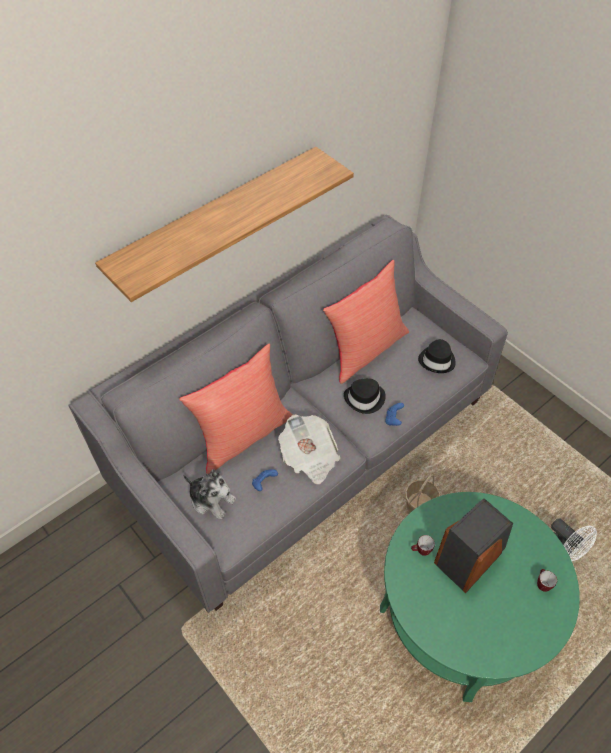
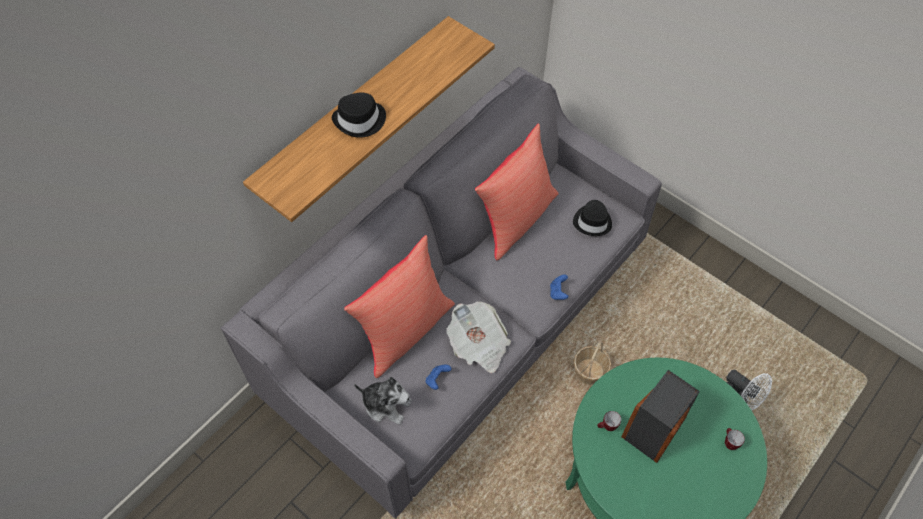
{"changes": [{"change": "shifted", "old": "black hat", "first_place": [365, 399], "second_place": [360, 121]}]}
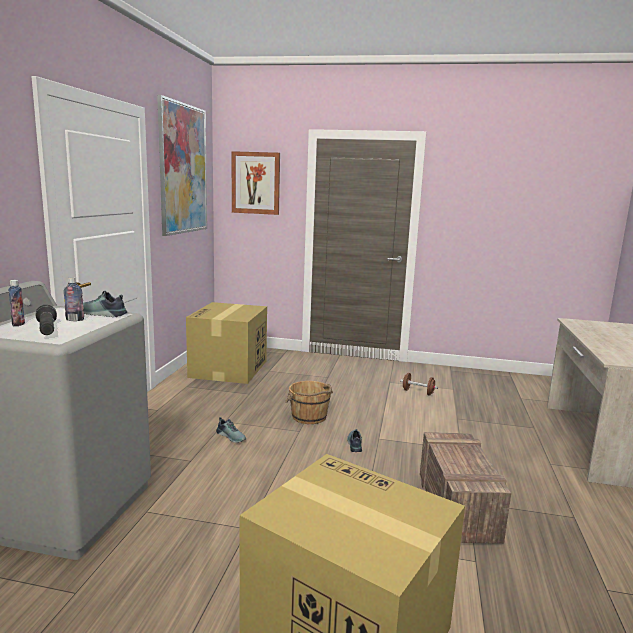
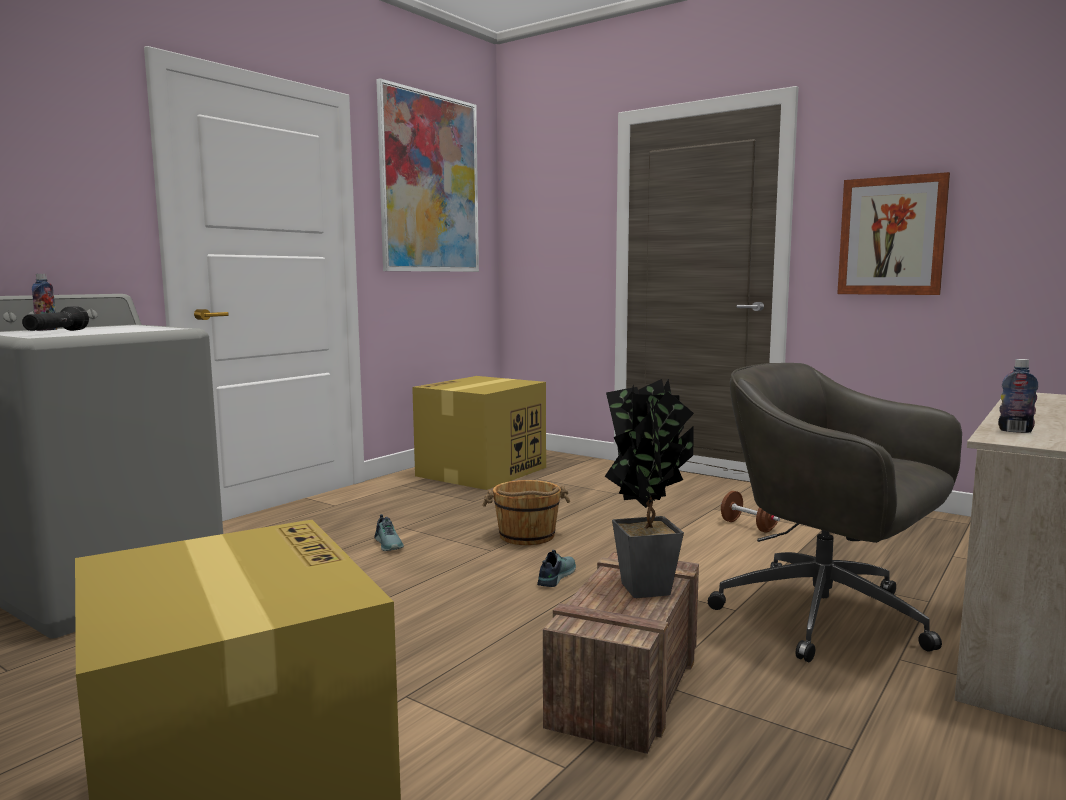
{"changes": [{"change": "new", "new": "potted plant", "second_place": [647, 585]}, {"change": "new", "new": "grey office chair", "second_place": [828, 617]}, {"change": "shifted", "old": "picture", "first_place": [256, 183], "second_place": [891, 236]}, {"change": "shifted", "old": "bottle", "first_place": [75, 320], "second_place": [1015, 431]}, {"change": "gone", "old": "shoe", "first_place": [101, 314]}]}
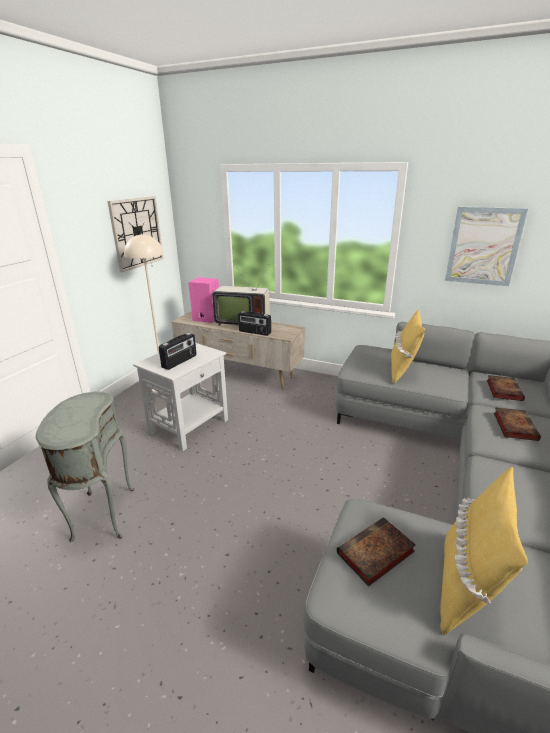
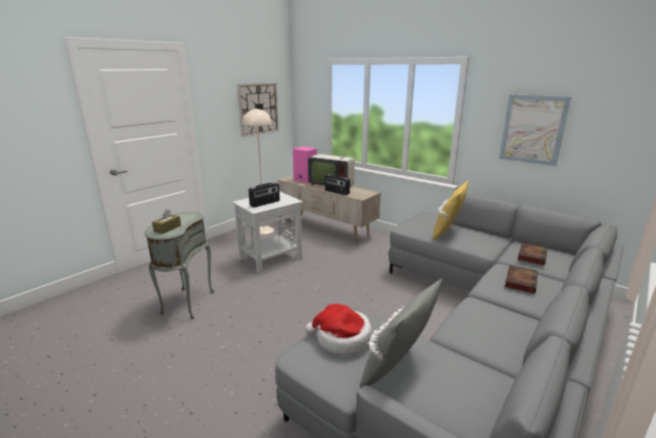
{"changes": [{"change": "new", "new": "brown tissue box", "second_place": [167, 228]}, {"change": "swapped", "old": "book", "new": "hat", "first_place": [374, 554], "second_place": [342, 339]}, {"change": "repainted", "old": "yellow pillow", "new": "grey pillow", "first_place": [466, 586], "second_place": [398, 369]}]}
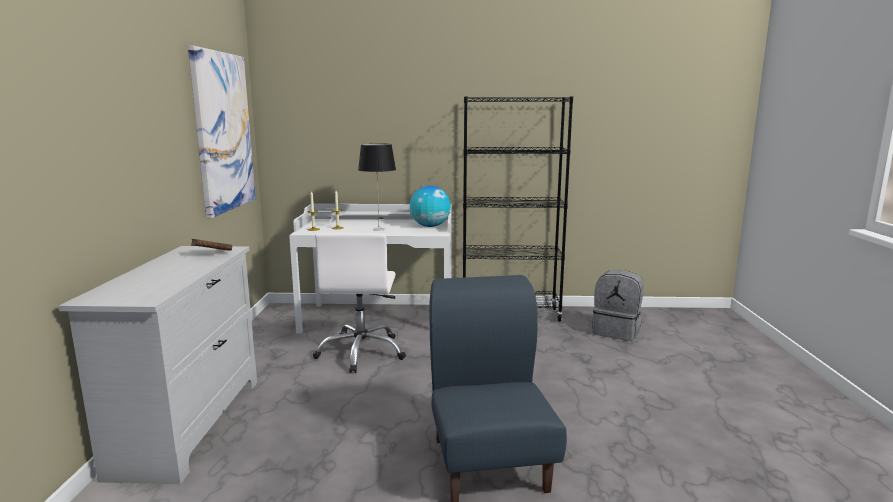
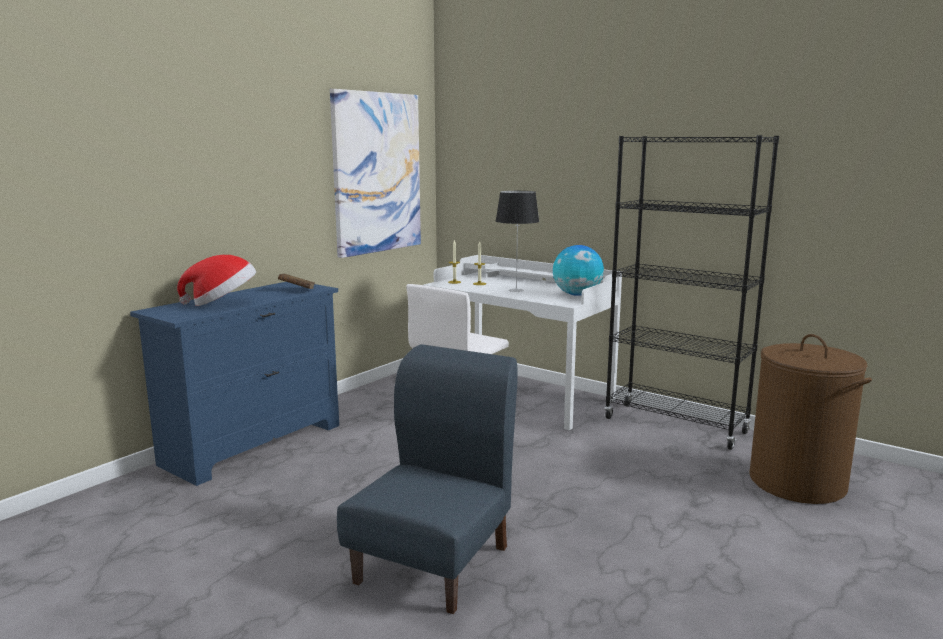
{"changes": [{"change": "repainted", "old": "white dresser", "new": "blue dresser", "first_place": [190, 424], "second_place": [254, 444]}, {"change": "new", "new": "hat", "second_place": [222, 303]}, {"change": "swapped", "old": "grey backpack", "new": "brown laundry basket", "first_place": [616, 331], "second_place": [797, 482]}]}
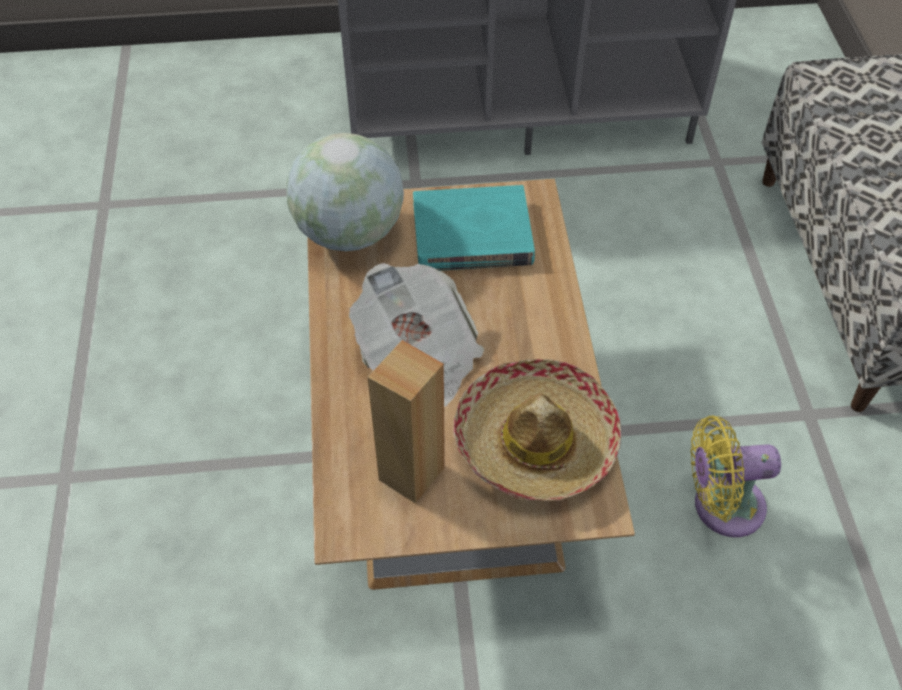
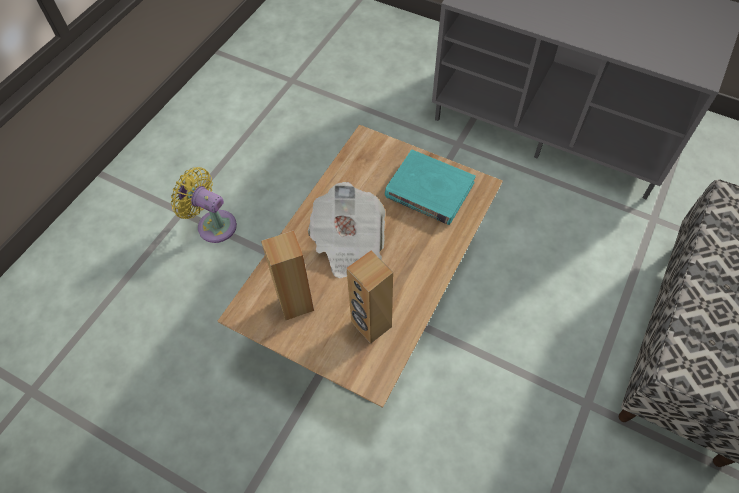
{"changes": [{"change": "shifted", "old": "yellow fan", "first_place": [721, 506], "second_place": [213, 224]}, {"change": "swapped", "old": "hat", "new": "brown speaker", "first_place": [535, 441], "second_place": [371, 325]}, {"change": "gone", "old": "globe", "first_place": [349, 232]}]}
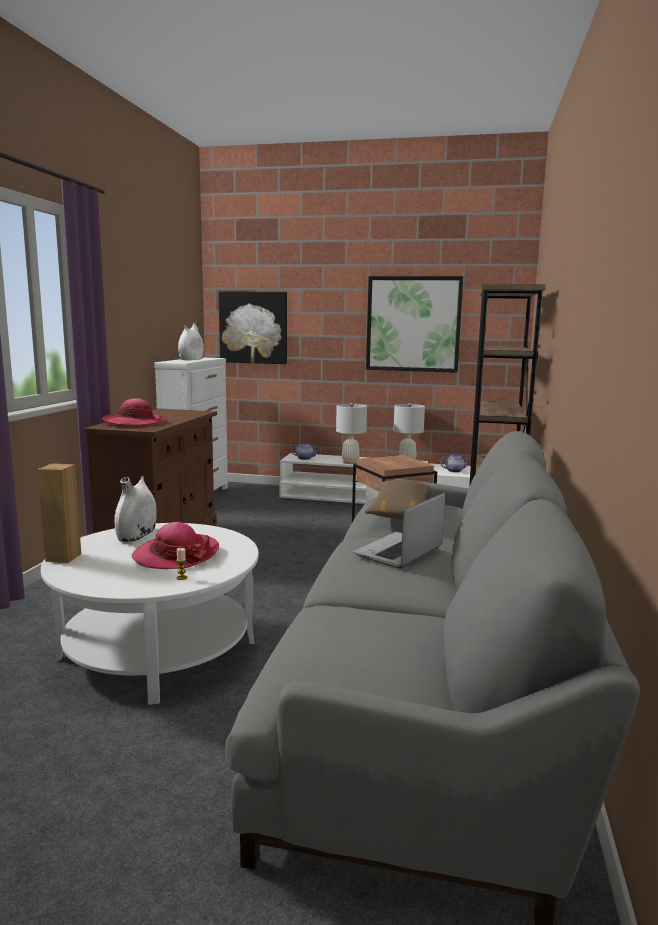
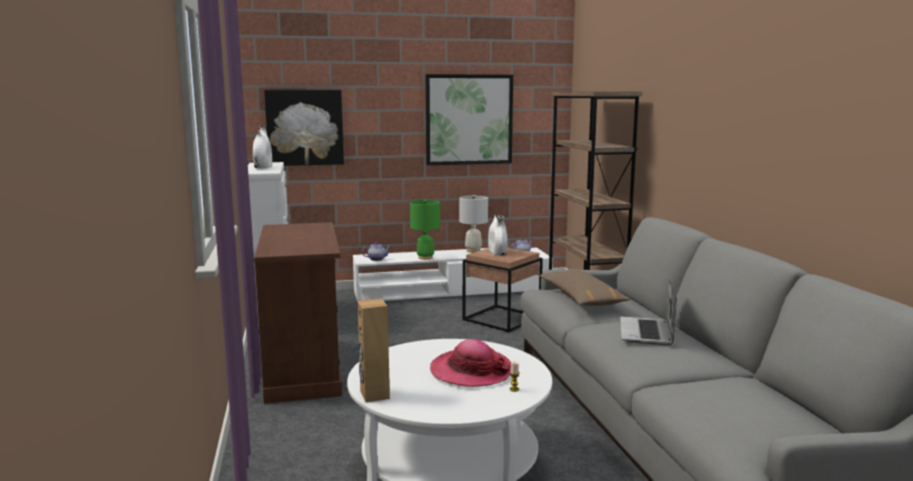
{"changes": [{"change": "repainted", "old": "white table lamp", "new": "green table lamp", "first_place": [350, 462], "second_place": [425, 258]}, {"change": "shifted", "old": "white vase", "first_place": [137, 535], "second_place": [497, 252]}, {"change": "gone", "old": "hat", "first_place": [135, 422]}]}
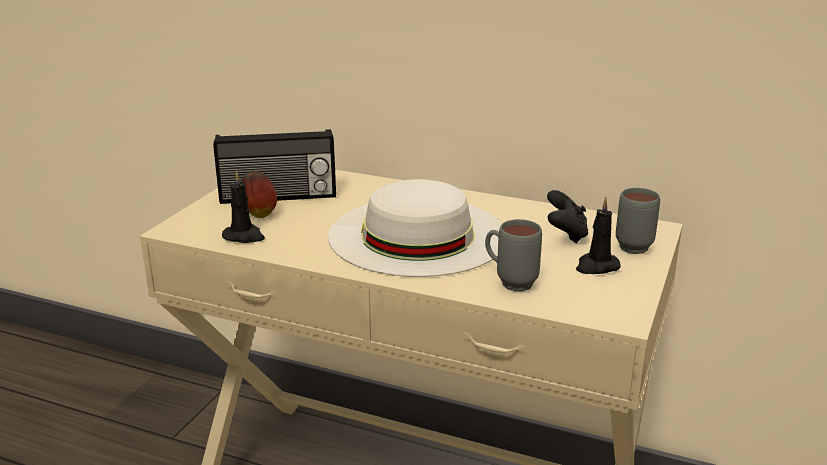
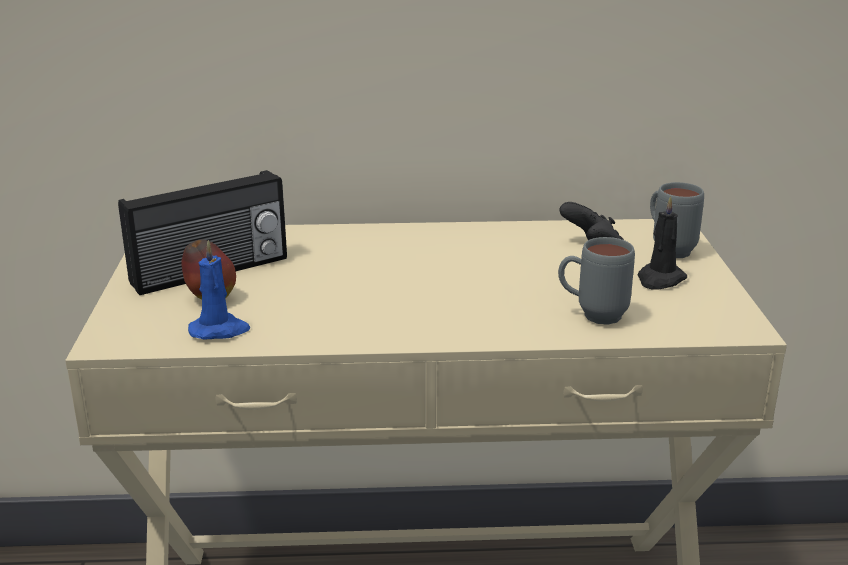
{"changes": [{"change": "repainted", "old": "black candle", "new": "blue candle", "first_place": [244, 236], "second_place": [219, 330]}, {"change": "gone", "old": "white hat", "first_place": [417, 235]}]}
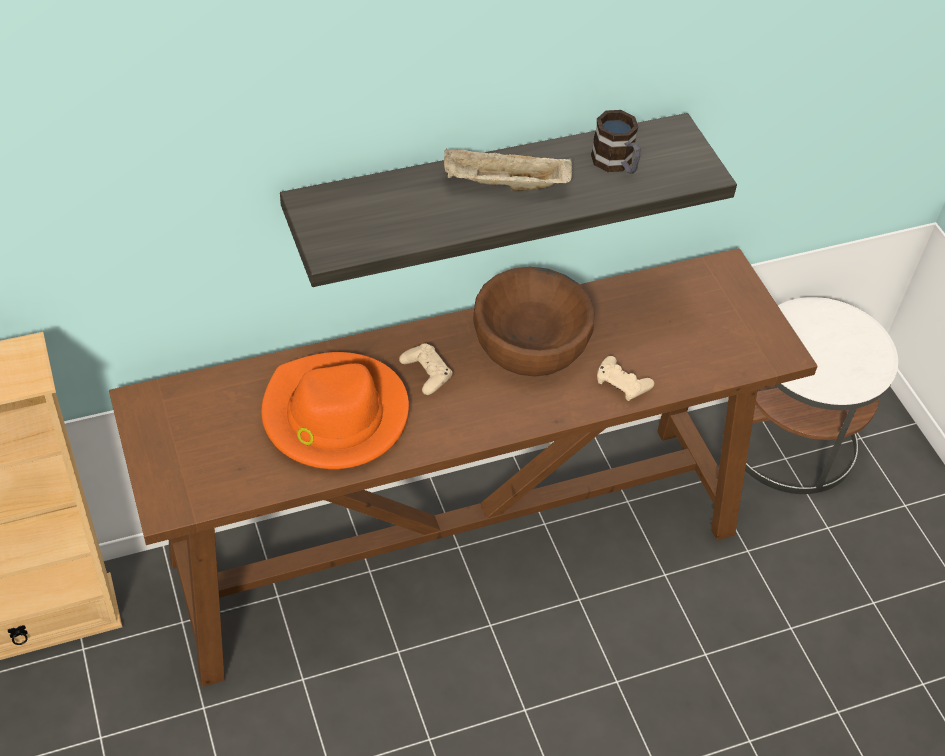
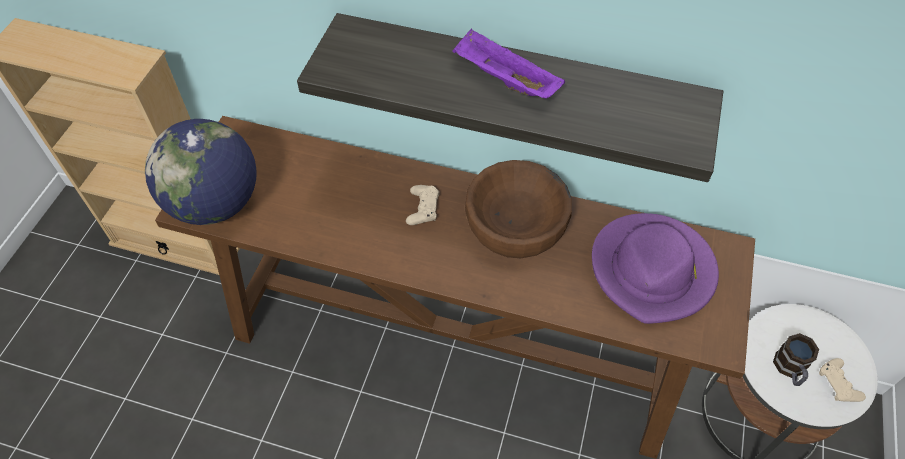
{"changes": [{"change": "new", "new": "globe", "second_place": [216, 204]}, {"change": "repainted", "old": "beige tray", "new": "purple tray", "first_place": [504, 185], "second_place": [503, 80]}, {"change": "new", "new": "purple hat", "second_place": [653, 270]}, {"change": "shifted", "old": "mug", "first_place": [616, 164], "second_place": [790, 369]}, {"change": "shifted", "old": "beige game controller", "first_place": [622, 383], "second_place": [838, 384]}, {"change": "gone", "old": "orange hat", "first_place": [334, 416]}]}
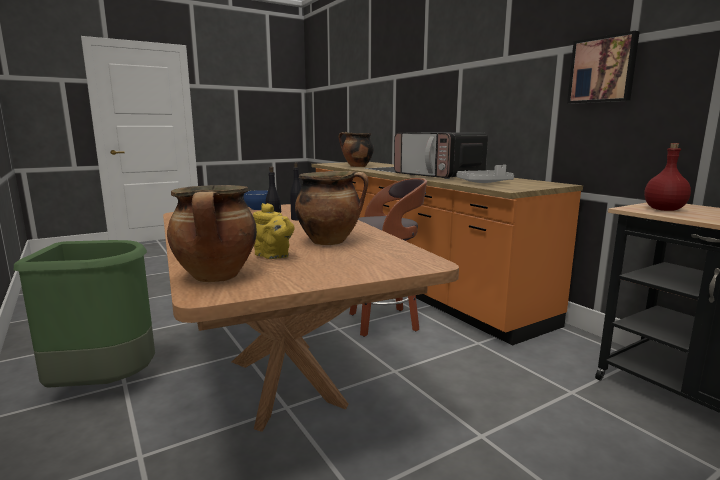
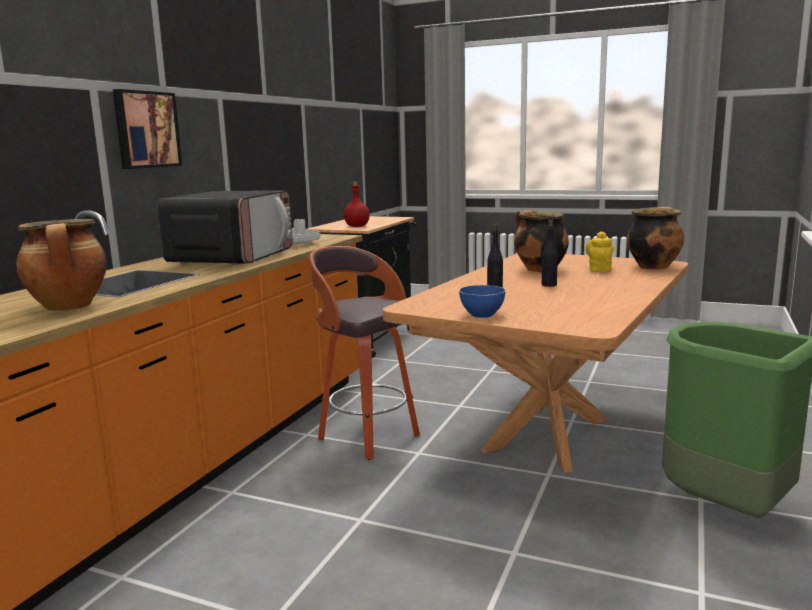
{"changes": [{"change": "shifted", "old": "picture", "first_place": [603, 70], "second_place": [145, 130]}]}
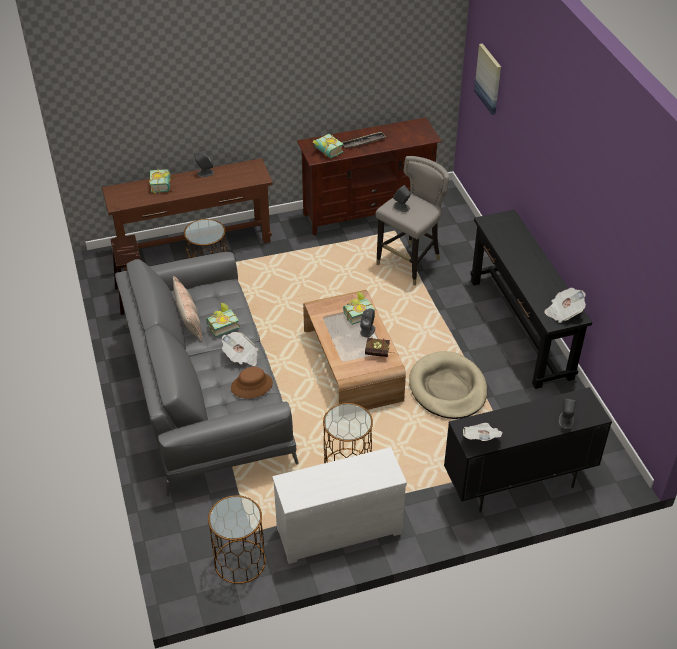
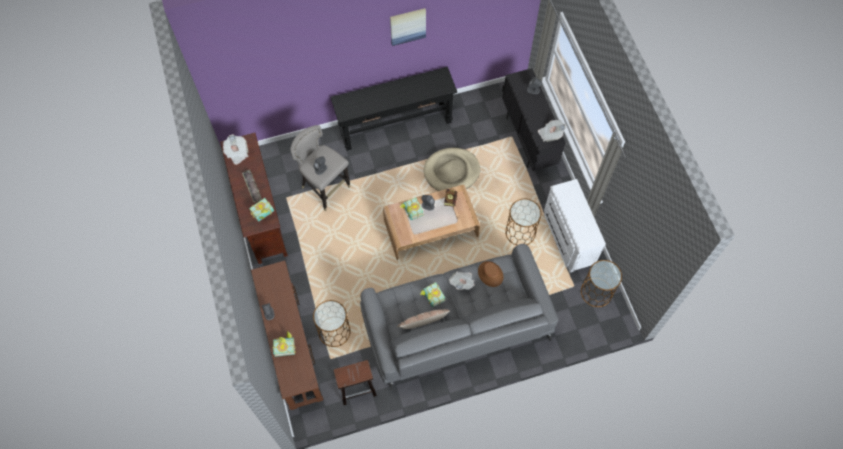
{"changes": [{"change": "shifted", "old": "newspaper", "first_place": [563, 312], "second_place": [237, 153]}, {"change": "shifted", "old": "picture", "first_place": [489, 78], "second_place": [407, 26]}]}
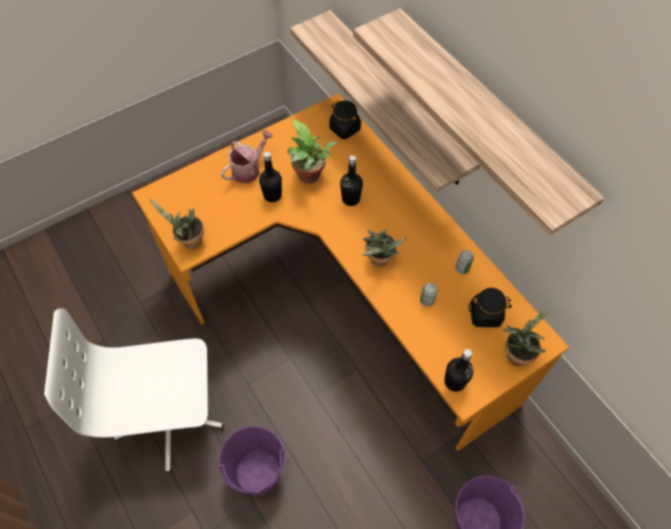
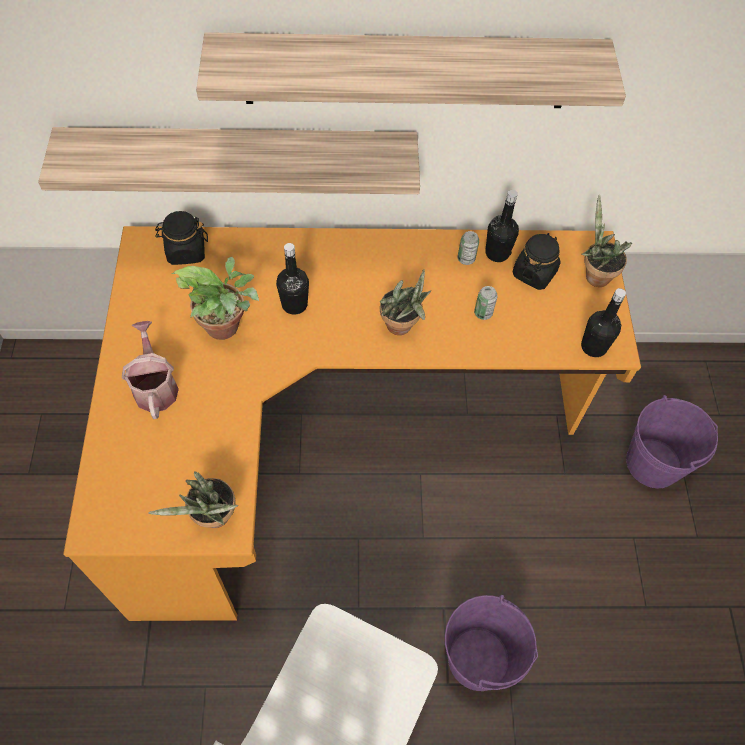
{"changes": [{"change": "shifted", "old": "black bottle", "first_place": [272, 195], "second_place": [497, 253]}]}
